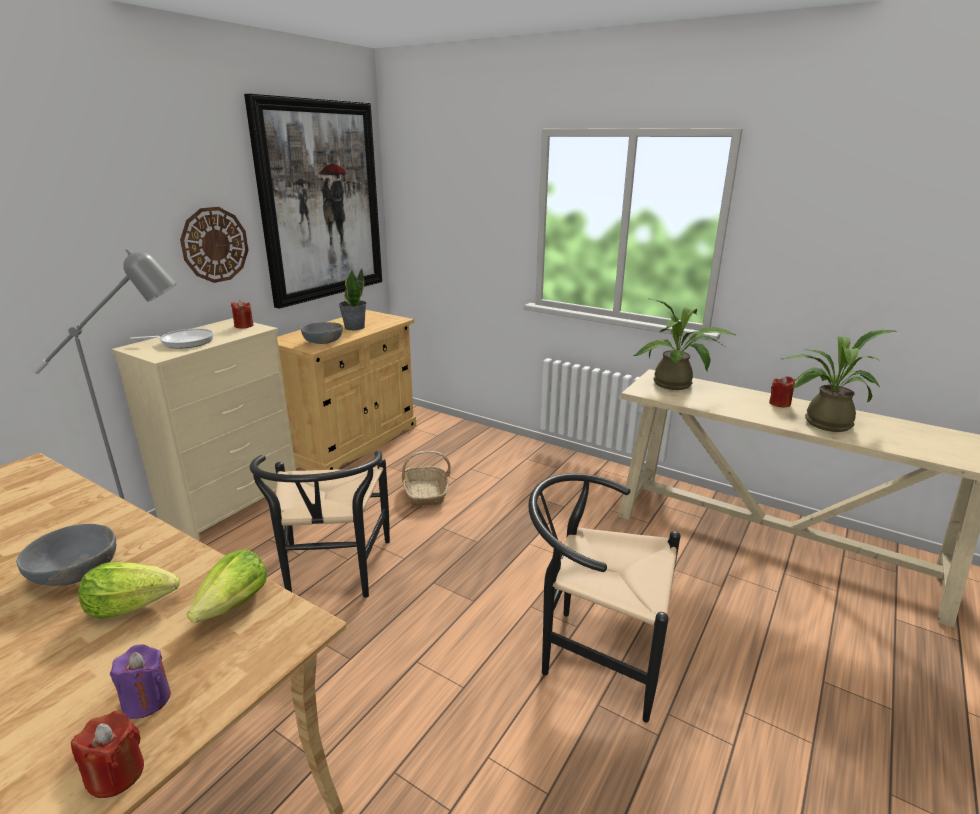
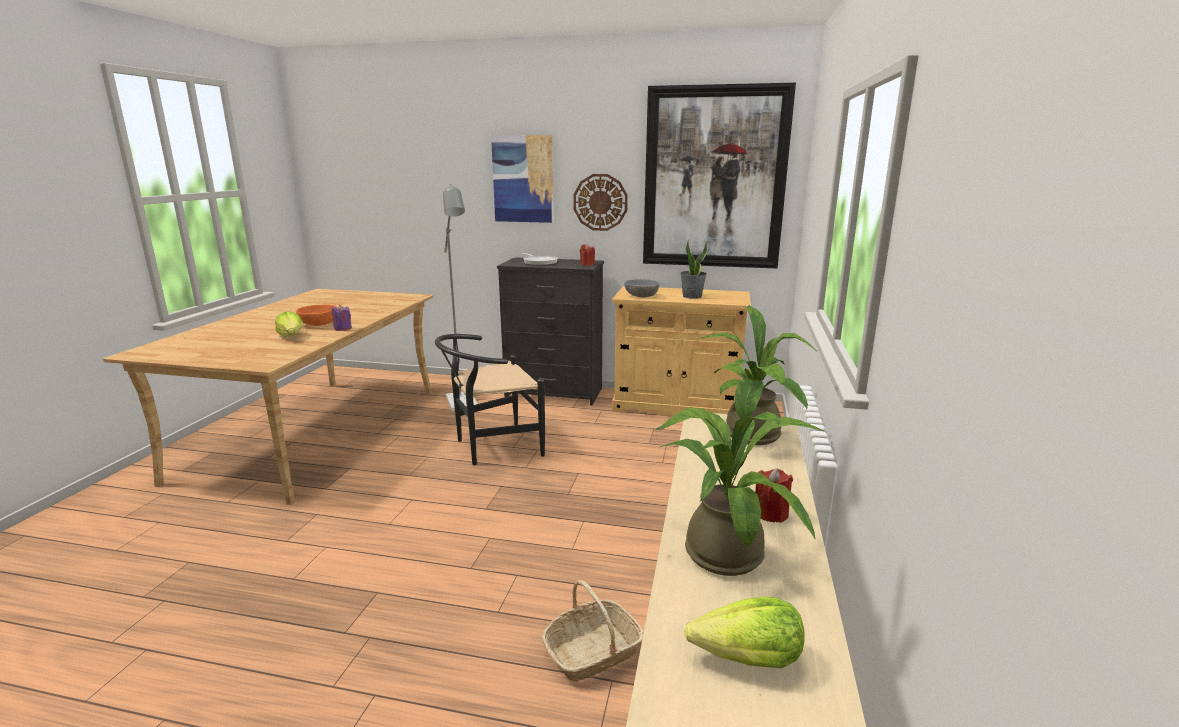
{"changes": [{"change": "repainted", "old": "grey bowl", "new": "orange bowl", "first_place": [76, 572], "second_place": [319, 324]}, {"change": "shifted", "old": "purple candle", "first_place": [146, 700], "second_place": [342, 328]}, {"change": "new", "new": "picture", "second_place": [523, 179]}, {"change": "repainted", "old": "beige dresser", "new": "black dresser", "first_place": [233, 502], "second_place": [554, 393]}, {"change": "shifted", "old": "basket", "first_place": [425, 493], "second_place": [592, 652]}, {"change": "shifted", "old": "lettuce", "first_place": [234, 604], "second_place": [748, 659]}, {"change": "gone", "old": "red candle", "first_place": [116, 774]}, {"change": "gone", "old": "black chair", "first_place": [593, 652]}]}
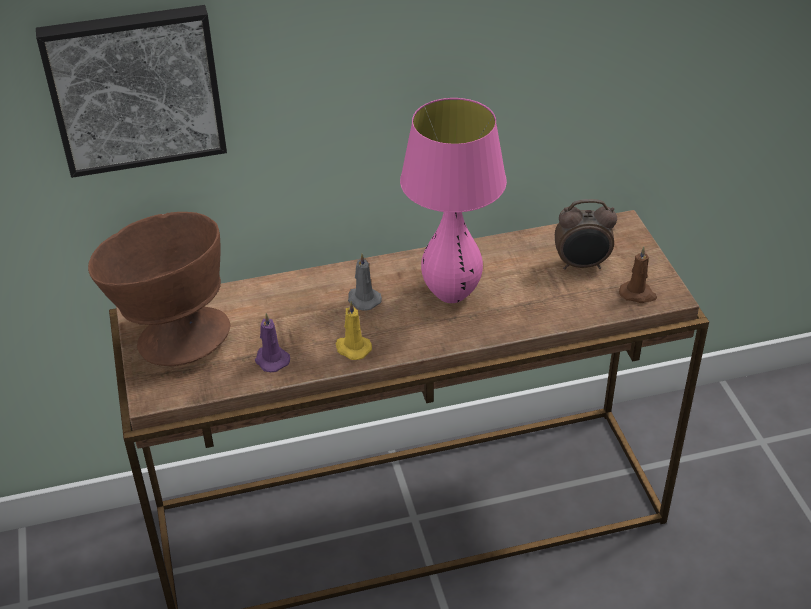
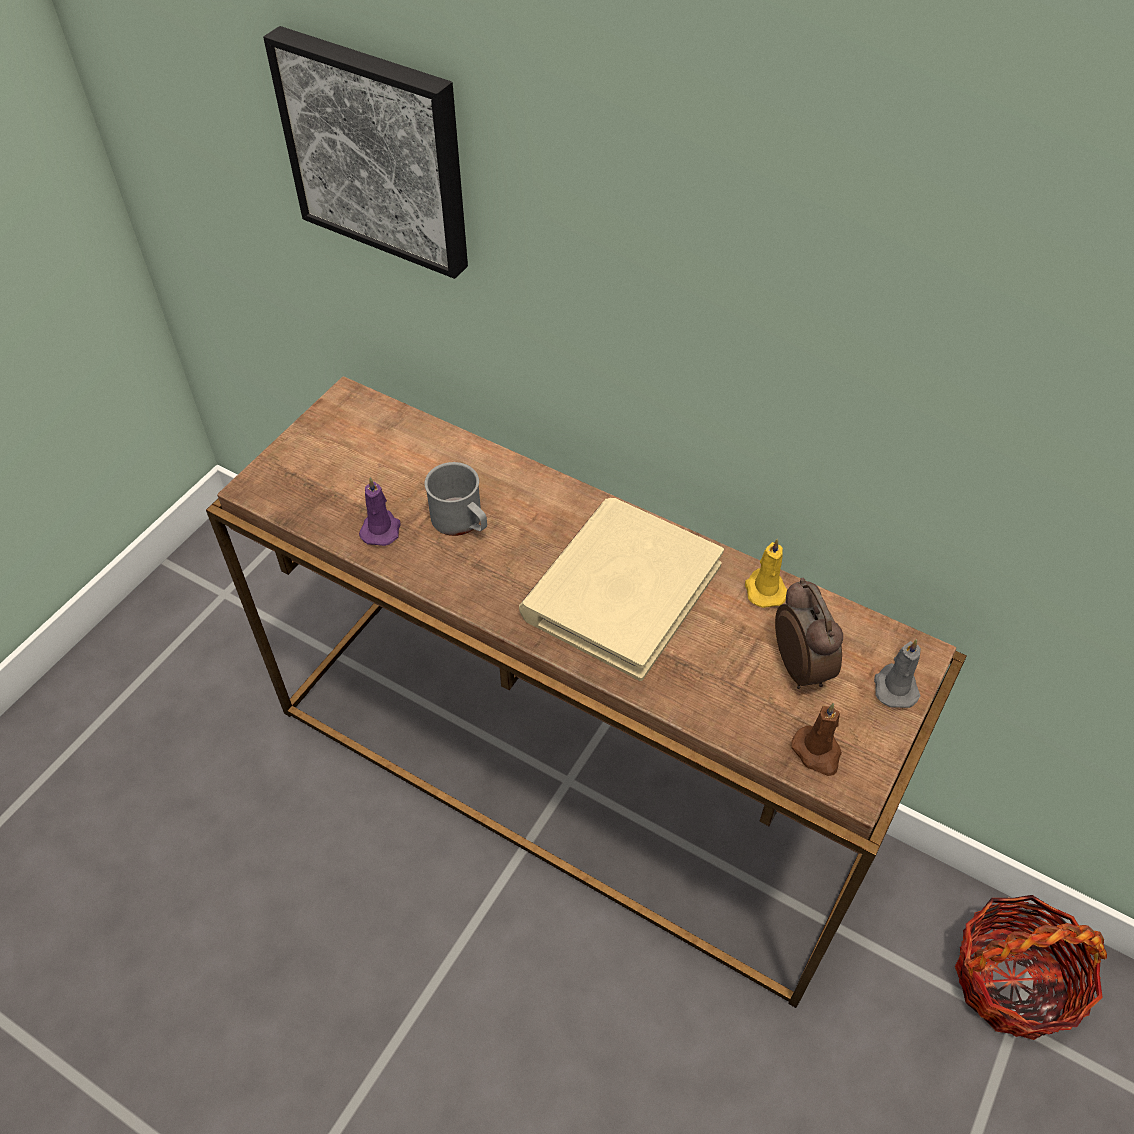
{"changes": [{"change": "new", "new": "grey mug", "second_place": [462, 522]}, {"change": "swapped", "old": "pink table lamp", "new": "beige book", "first_place": [451, 294], "second_place": [621, 591]}, {"change": "shifted", "old": "yellow candle", "first_place": [352, 348], "second_place": [764, 589]}, {"change": "rotated", "old": "alarm clock", "first_place": [582, 265], "second_place": [801, 666], "degrees": -150}, {"change": "shifted", "old": "grey candle", "first_place": [363, 299], "second_place": [894, 687]}, {"change": "new", "new": "basket", "second_place": [1012, 981]}, {"change": "gone", "old": "brown bowl", "first_place": [172, 334]}]}
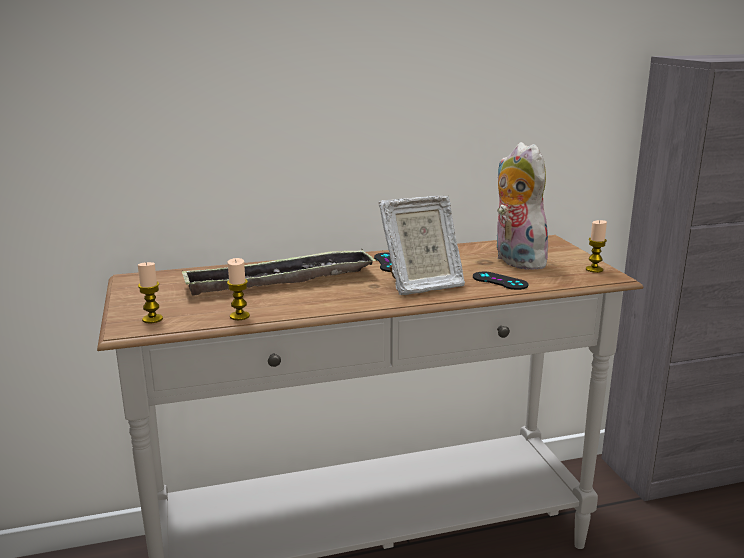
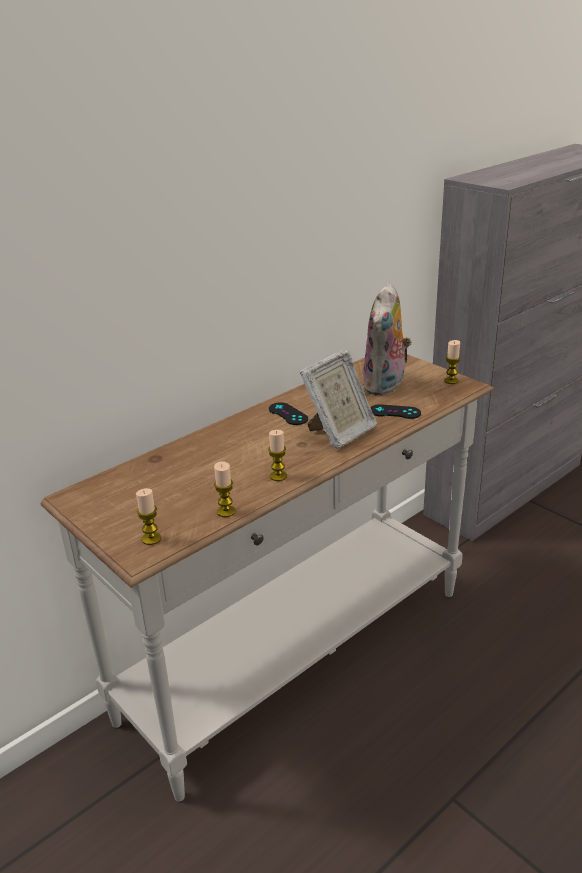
{"changes": [{"change": "new", "new": "candle", "second_place": [278, 476]}, {"change": "rotated", "old": "plush toy", "first_place": [515, 261], "second_place": [386, 386], "degrees": -105}, {"change": "gone", "old": "tray", "first_place": [280, 281]}]}
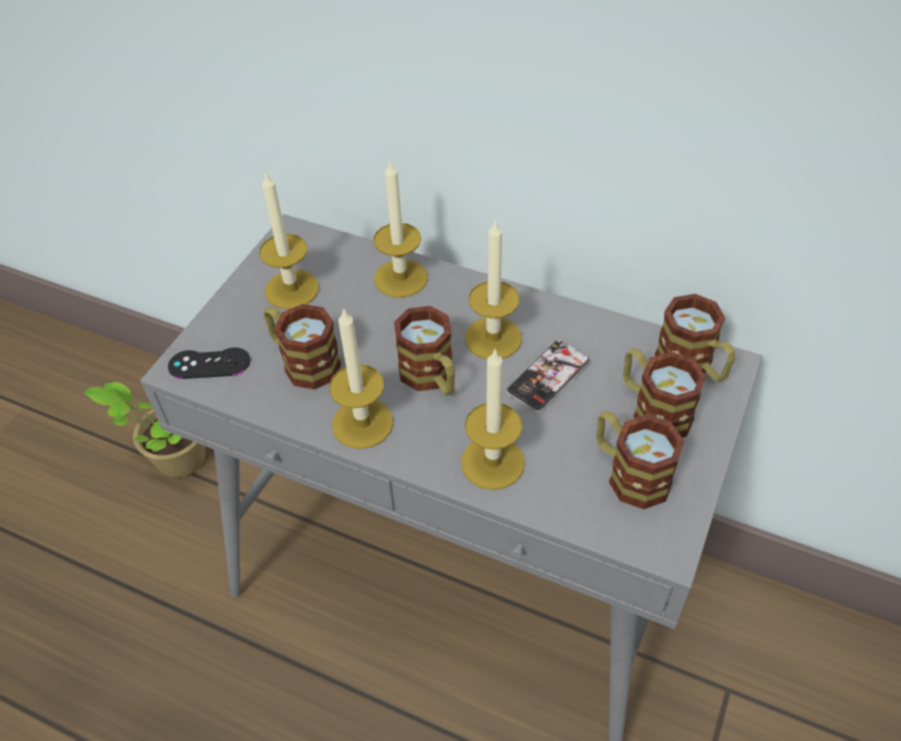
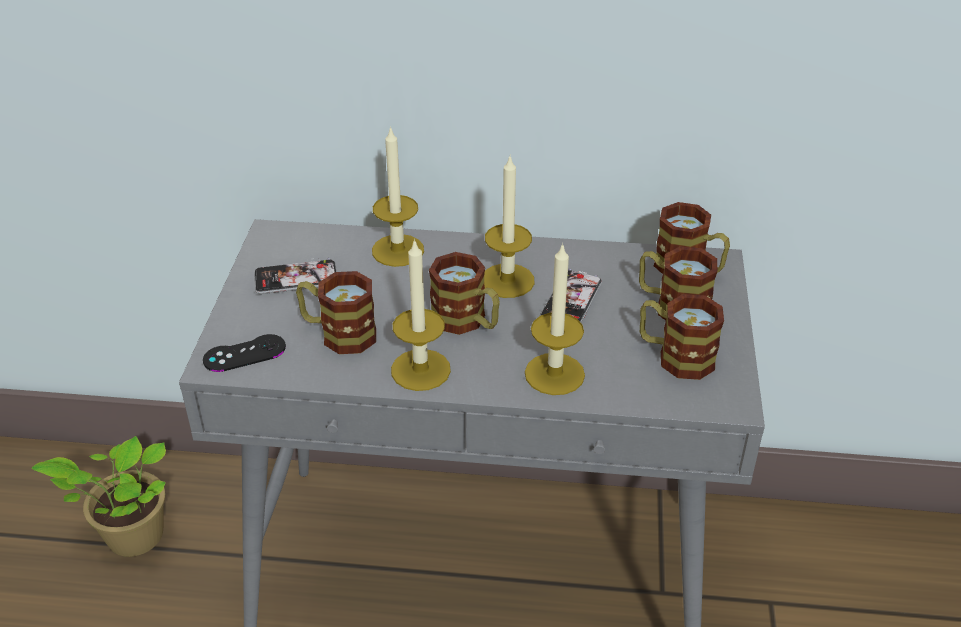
{"changes": [{"change": "swapped", "old": "candle", "new": "phone", "first_place": [291, 289], "second_place": [296, 278]}]}
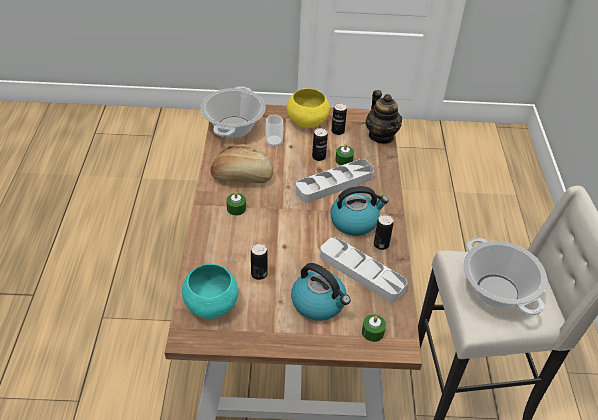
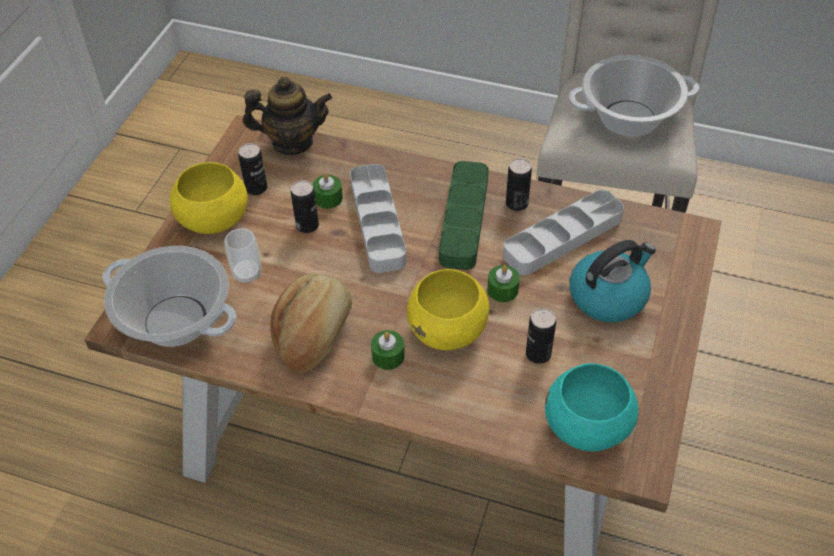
{"changes": [{"change": "new", "new": "yellow bowl", "second_place": [448, 330]}, {"change": "swapped", "old": "kettle", "new": "green tray", "first_place": [355, 221], "second_place": [464, 219]}, {"change": "shifted", "old": "green candle", "first_place": [372, 332], "second_place": [502, 290]}]}
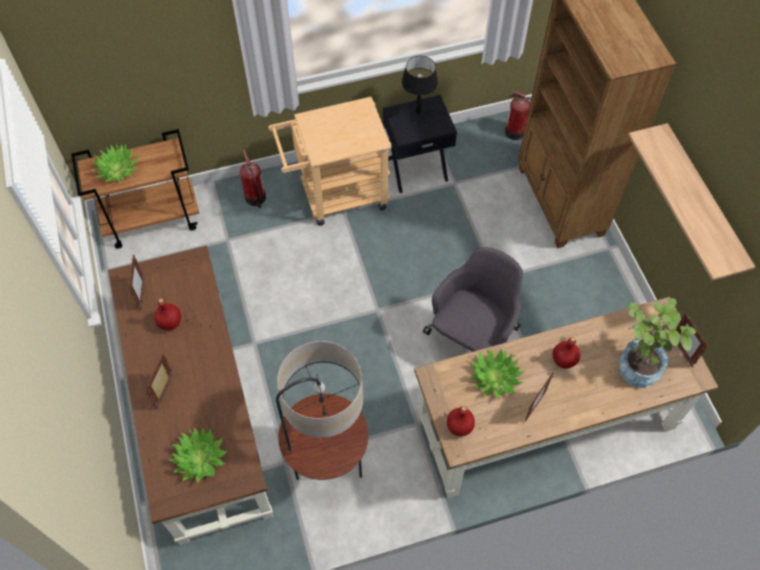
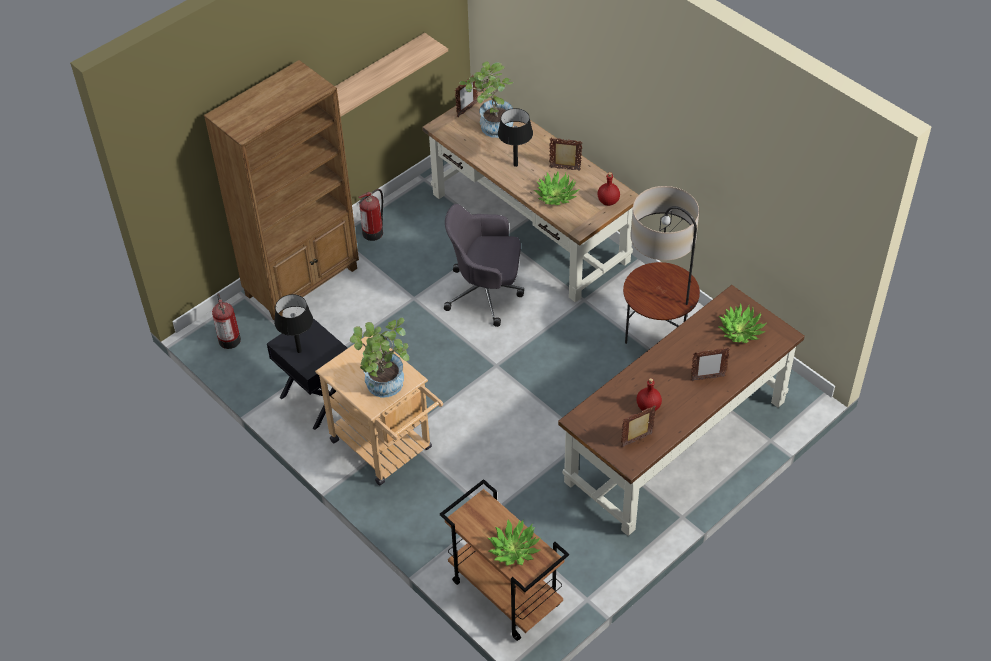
{"changes": [{"change": "new", "new": "potted plant", "second_place": [384, 388]}, {"change": "shifted", "old": "fire extinguisher", "first_place": [256, 198], "second_place": [373, 232]}, {"change": "swapped", "old": "red bottle", "new": "black table lamp", "first_place": [564, 360], "second_place": [515, 165]}]}
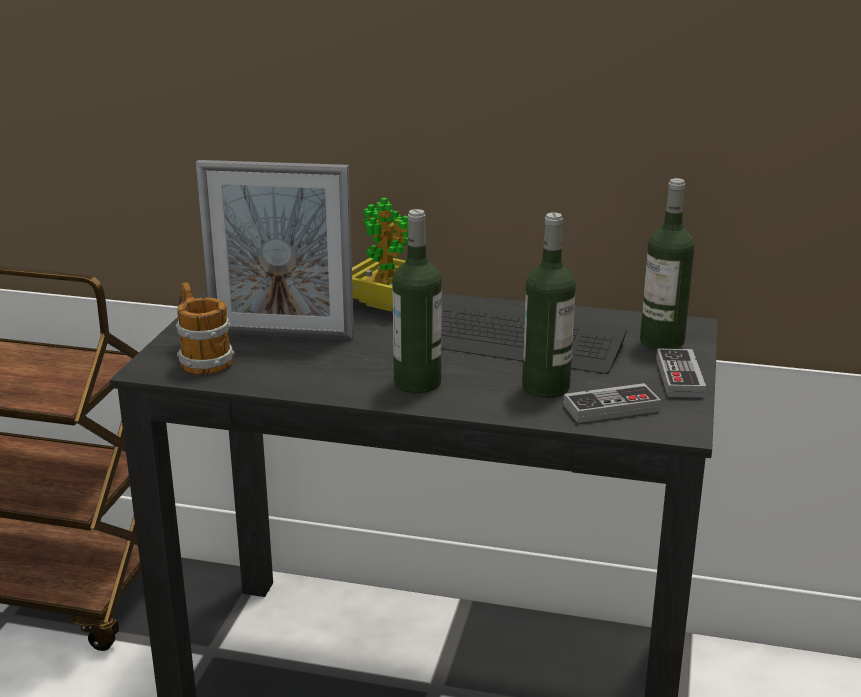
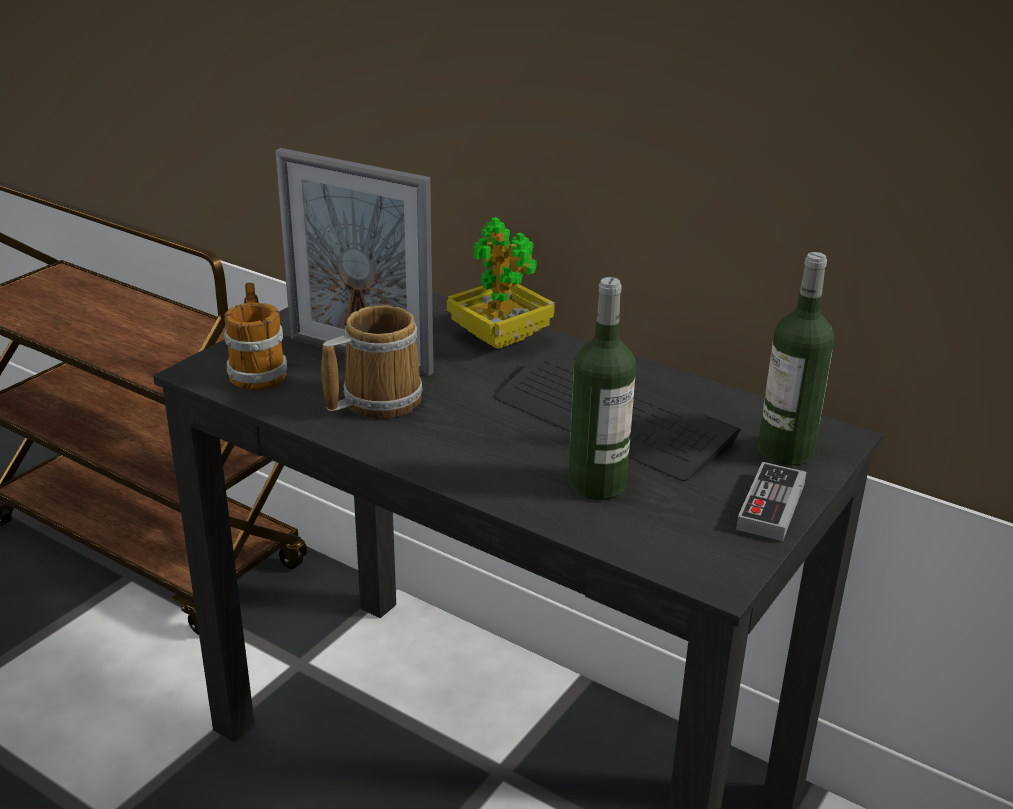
{"changes": [{"change": "new", "new": "mug", "second_place": [376, 400]}, {"change": "gone", "old": "bottle", "first_place": [417, 383]}, {"change": "gone", "old": "game controller", "first_place": [611, 408]}]}
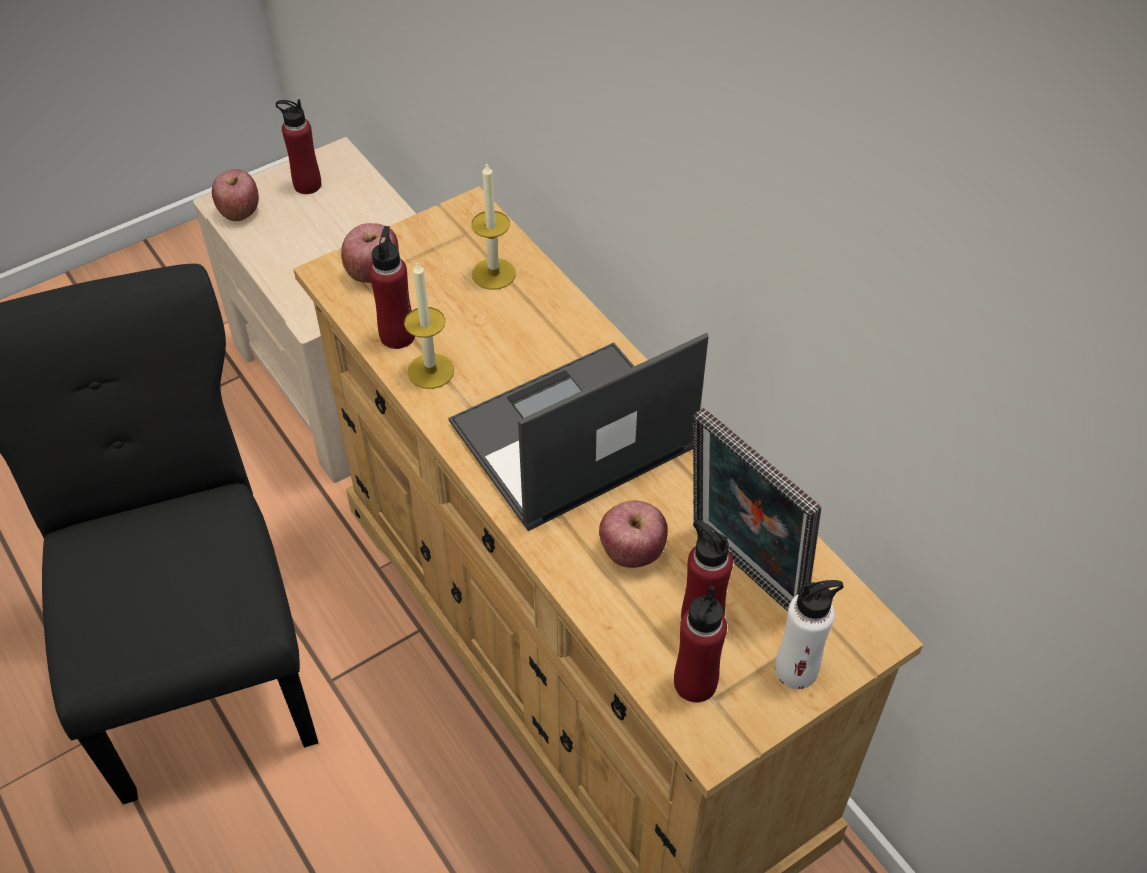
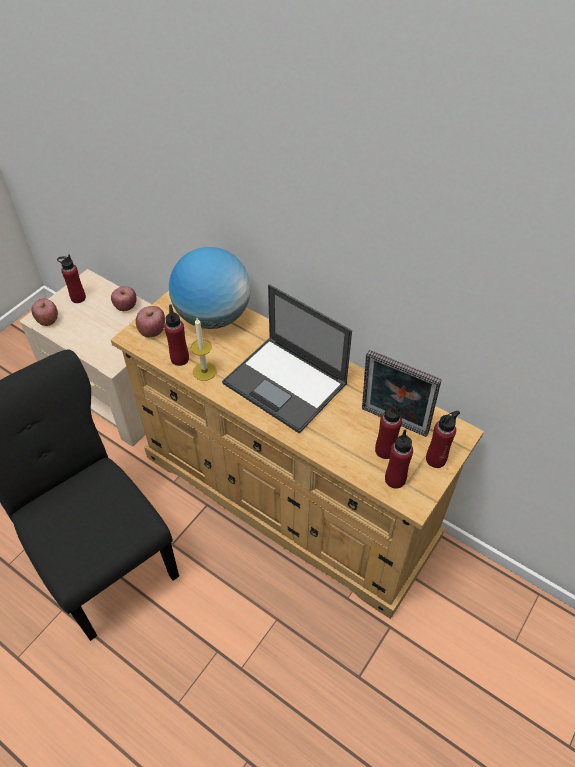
{"changes": [{"change": "shifted", "old": "apple", "first_place": [632, 552], "second_place": [126, 306]}, {"change": "swapped", "old": "candle", "new": "globe", "first_place": [493, 274], "second_place": [213, 316]}, {"change": "rotated", "old": "laptop", "first_place": [570, 437], "second_place": [286, 384], "degrees": -90}, {"change": "repainted", "old": "white bottle", "new": "red bottle", "first_place": [796, 670], "second_place": [436, 459]}]}
